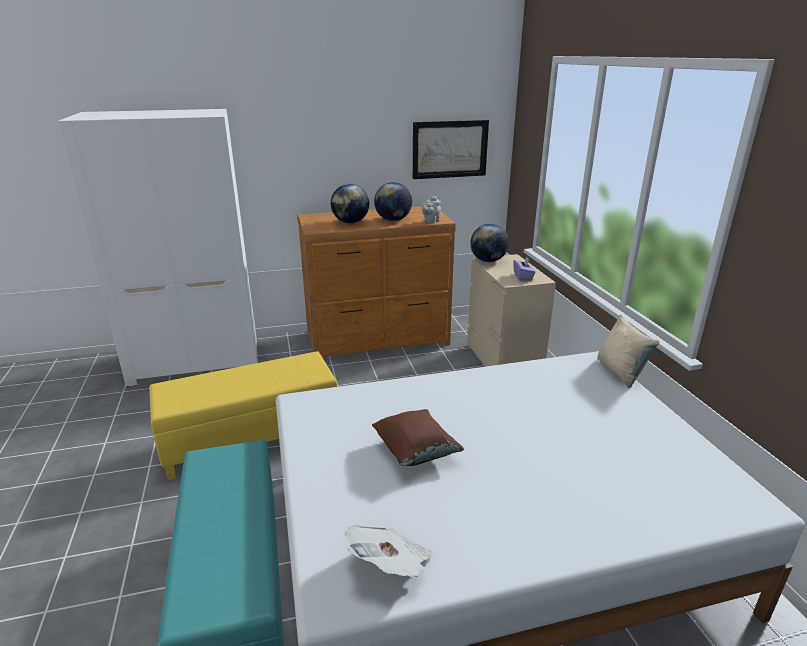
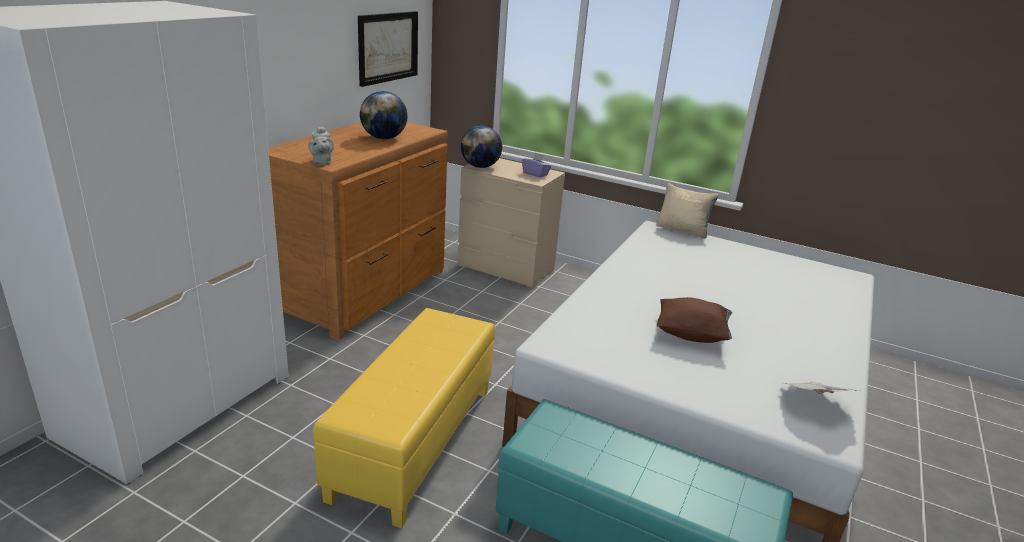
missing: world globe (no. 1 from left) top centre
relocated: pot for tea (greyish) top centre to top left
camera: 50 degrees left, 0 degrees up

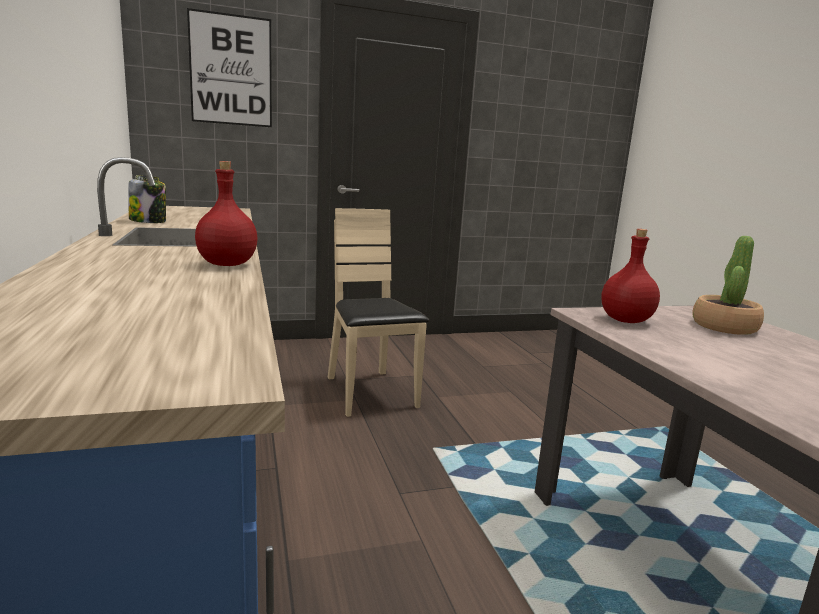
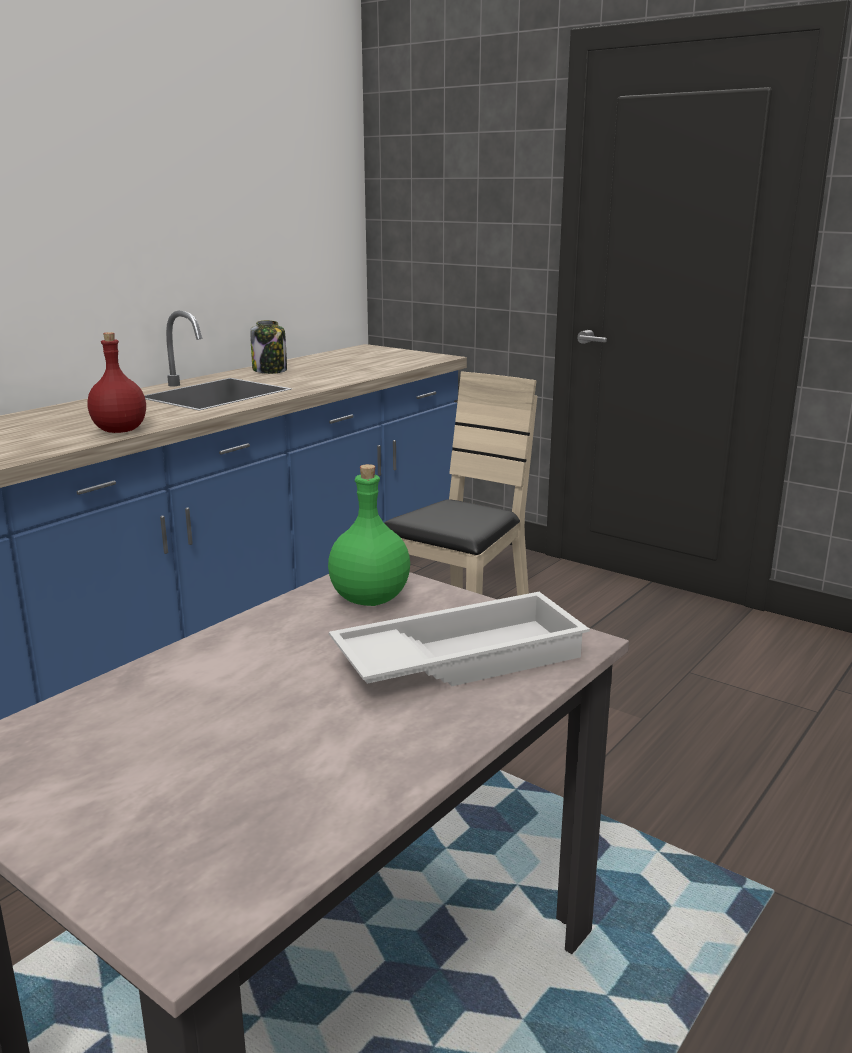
missing: wall picture top left
exchanged: plant in a pot middle right to tray (white) centre
colour: beverage bottle (reddish) (no. 2 from left) middle right to beverage bottle (green) centre
camera: 55 degrees right, 5 degrees up

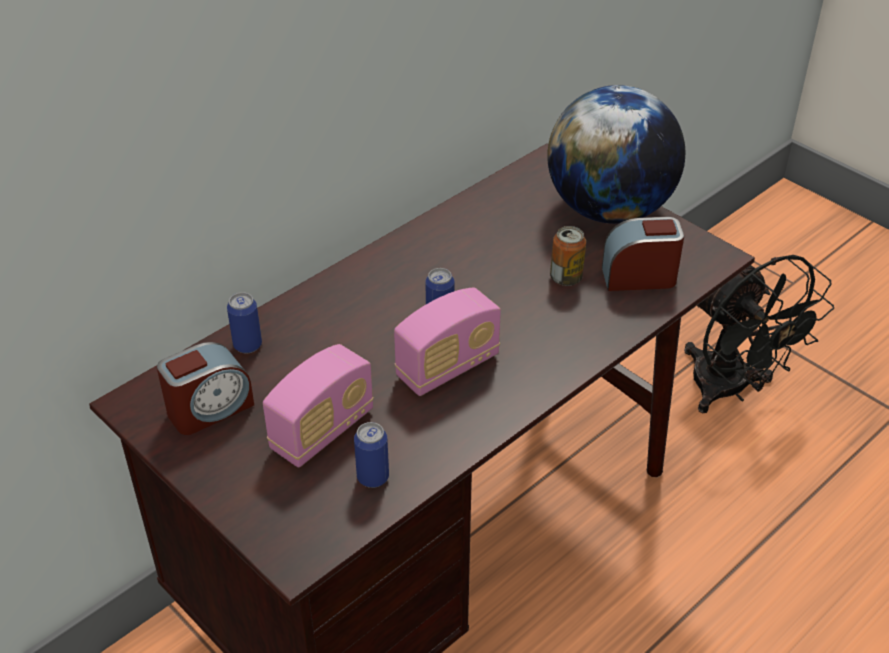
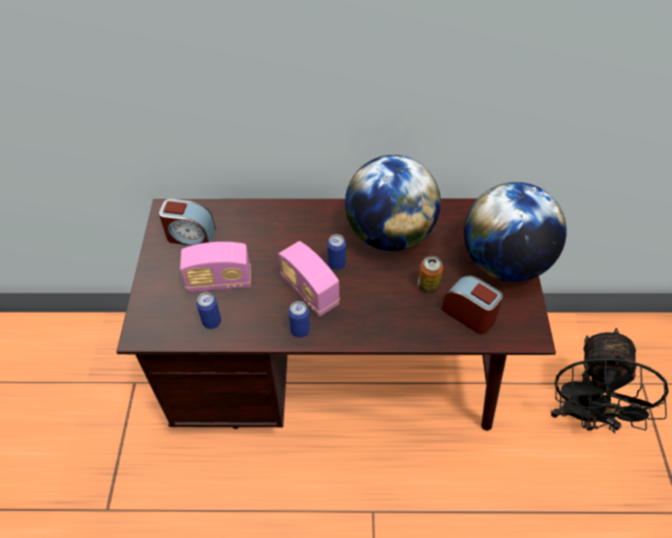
appeared: world globe (no. 1 from left) centre
relocated: metal can (no. 1 from left in the first image) middle left to metal can (no. 2 from left) centre
spun: radio (no. 2 from left) centre = centre 45 degrees clockwise
camera: 45 degrees right, 10 degrees up

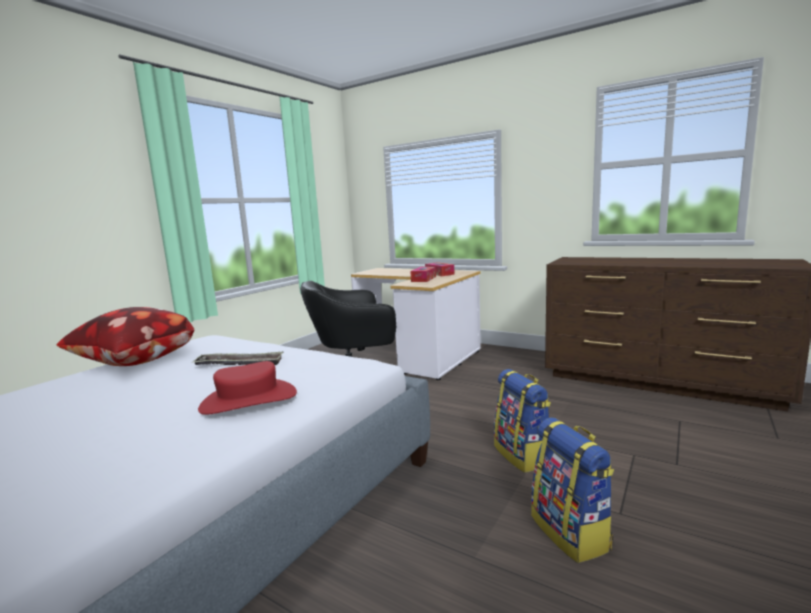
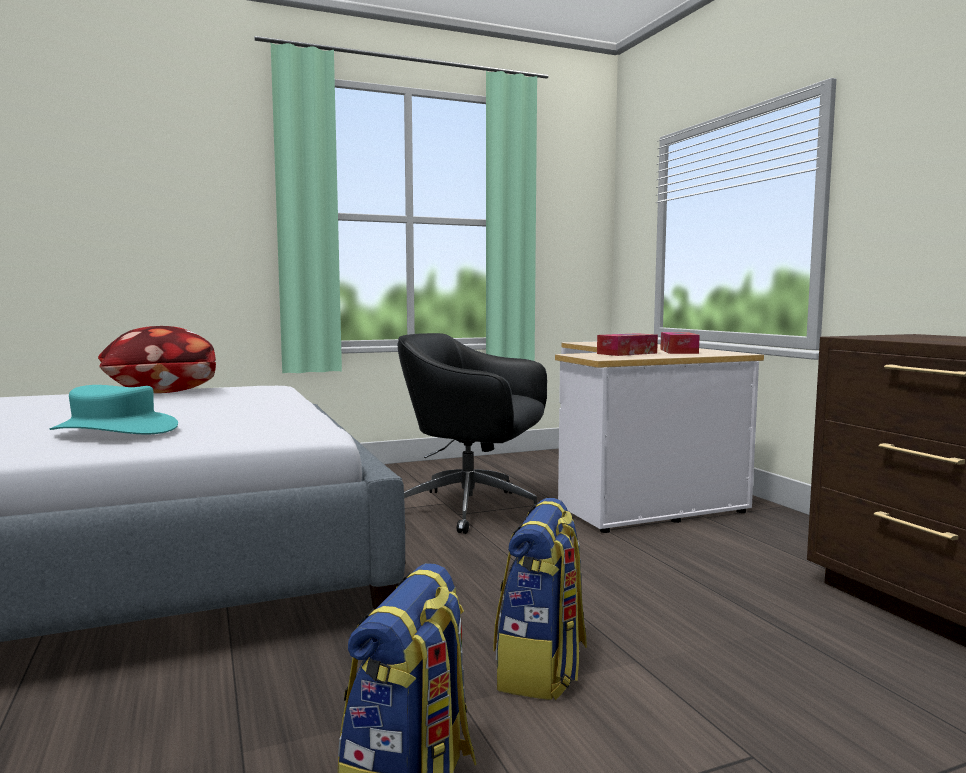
missing: tray middle left
colour: clothing hat (reddish) middle left to clothing hat (turquoise) middle left
camera: 35 degrees right, 5 degrees down

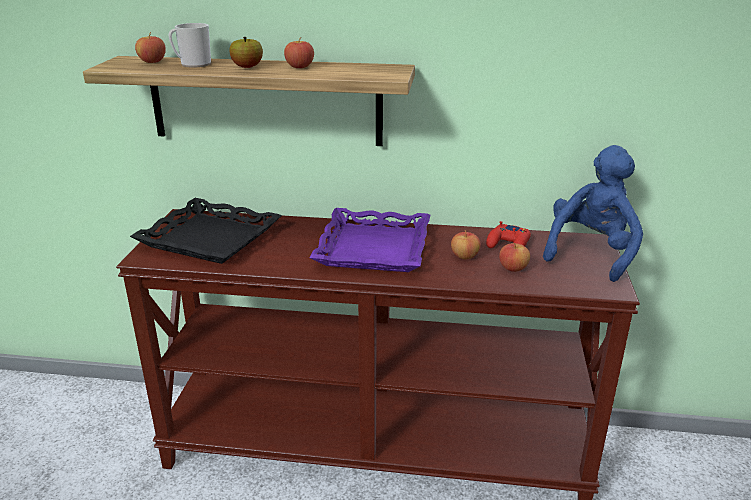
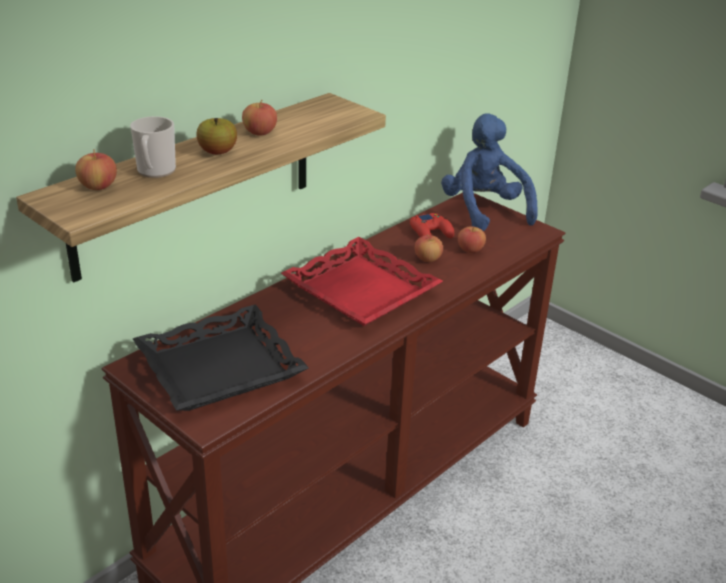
colour: tray (purple-coloured) centre to tray (reddish) centre
camera: 55 degrees left, 5 degrees up

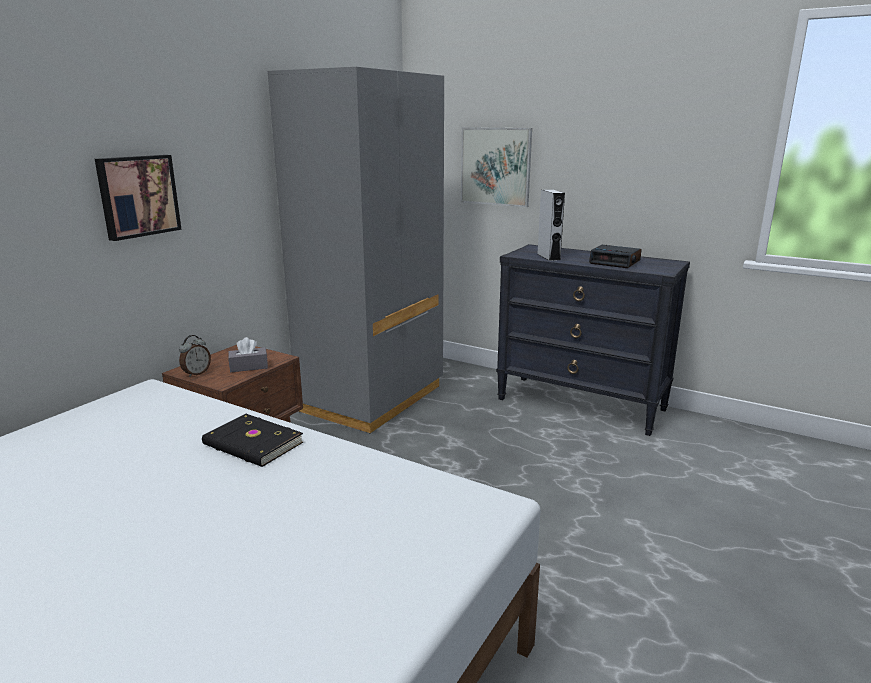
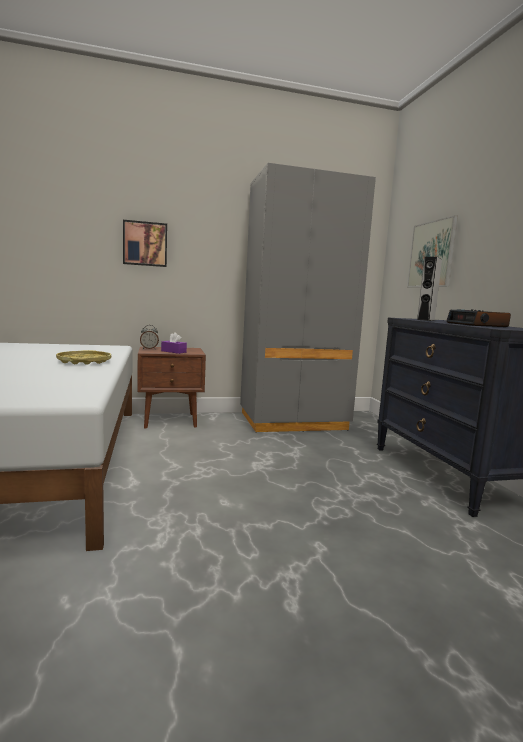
exchanged: bound book (blackish) middle left to tray (yellowish) middle left
colour: tissue holder (greyish) middle left to tissue holder (purple-coloured) middle left
camera: 45 degrees right, 10 degrees down

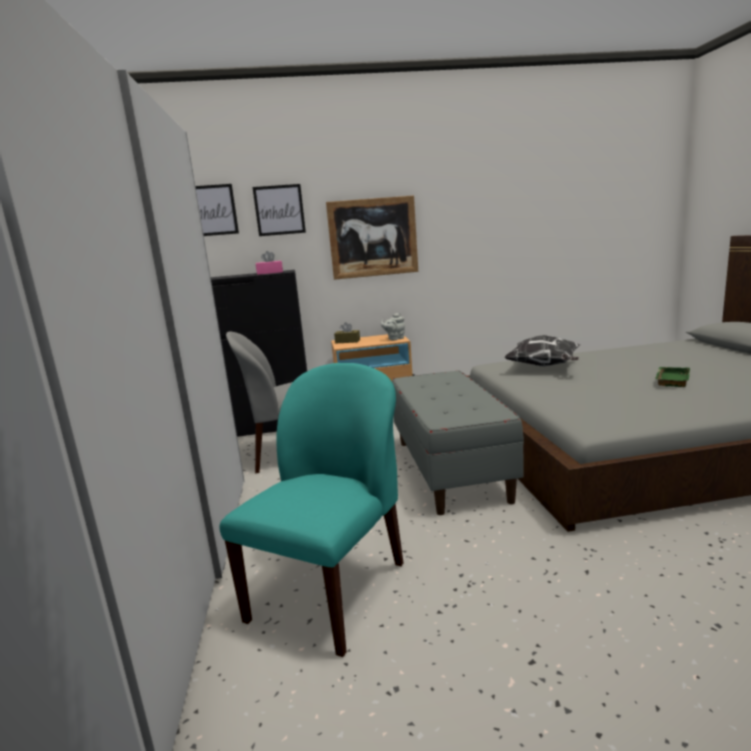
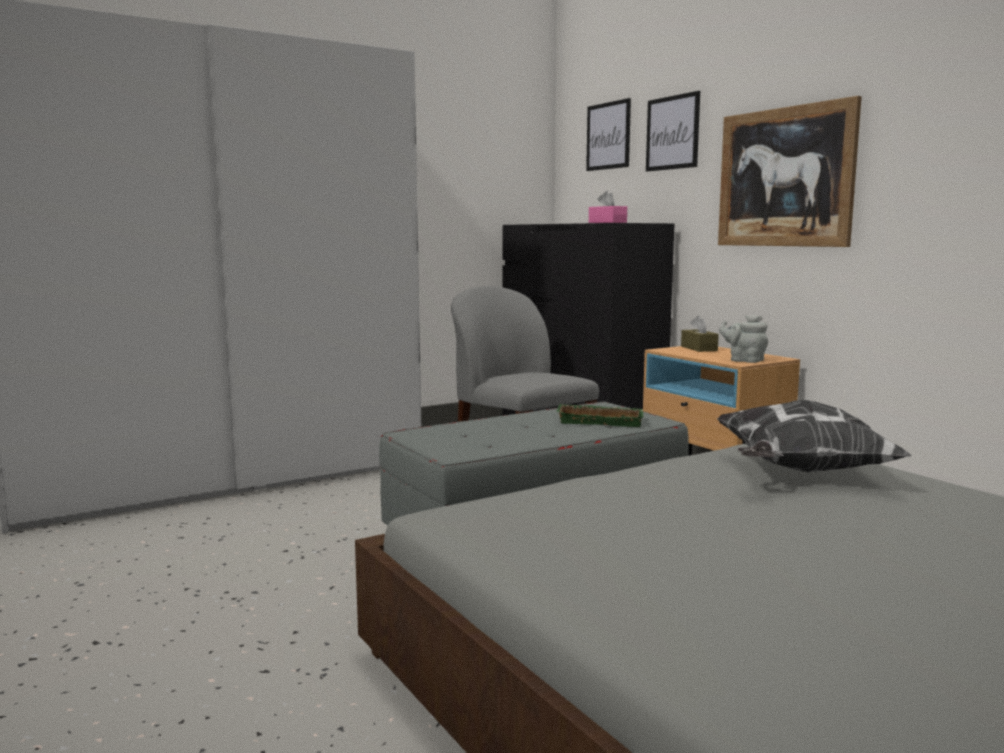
missing: plain chair (turquoise) bottom centre
relocated: tray (green) middle right to centre
camera: 65 degrees right, 5 degrees down

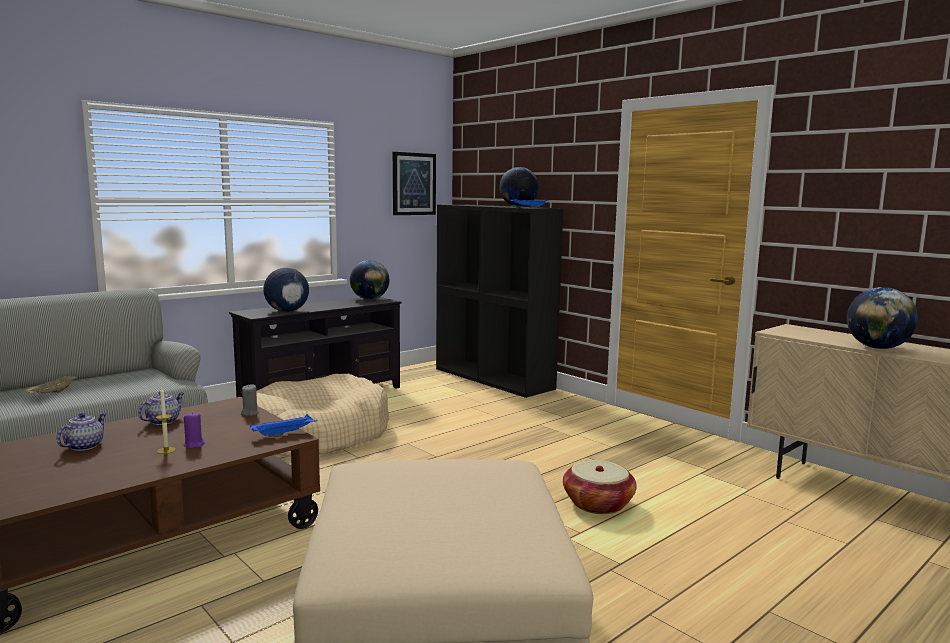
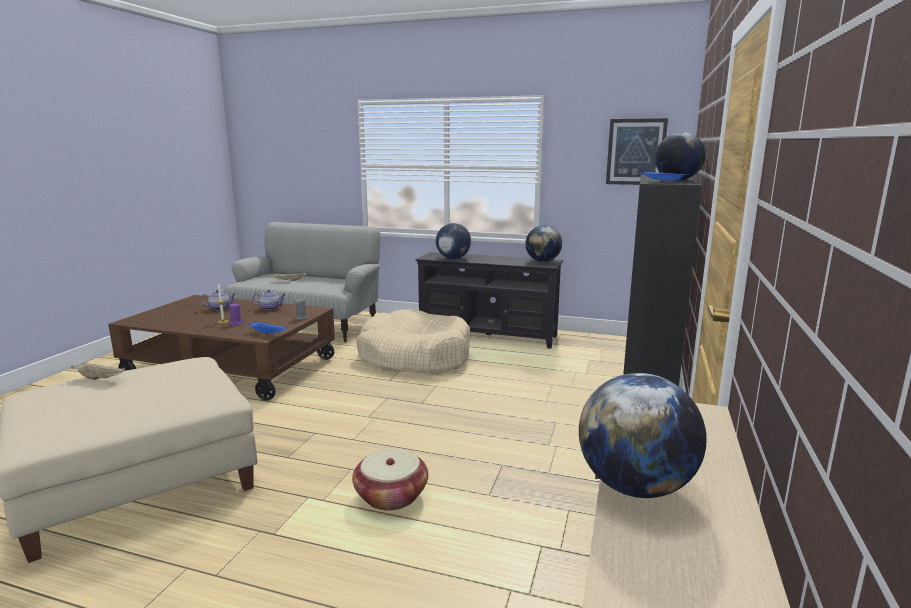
appeared: tray (beige-coloured) (no. 1 from left) middle left
camera: 60 degrees right, 5 degrees up

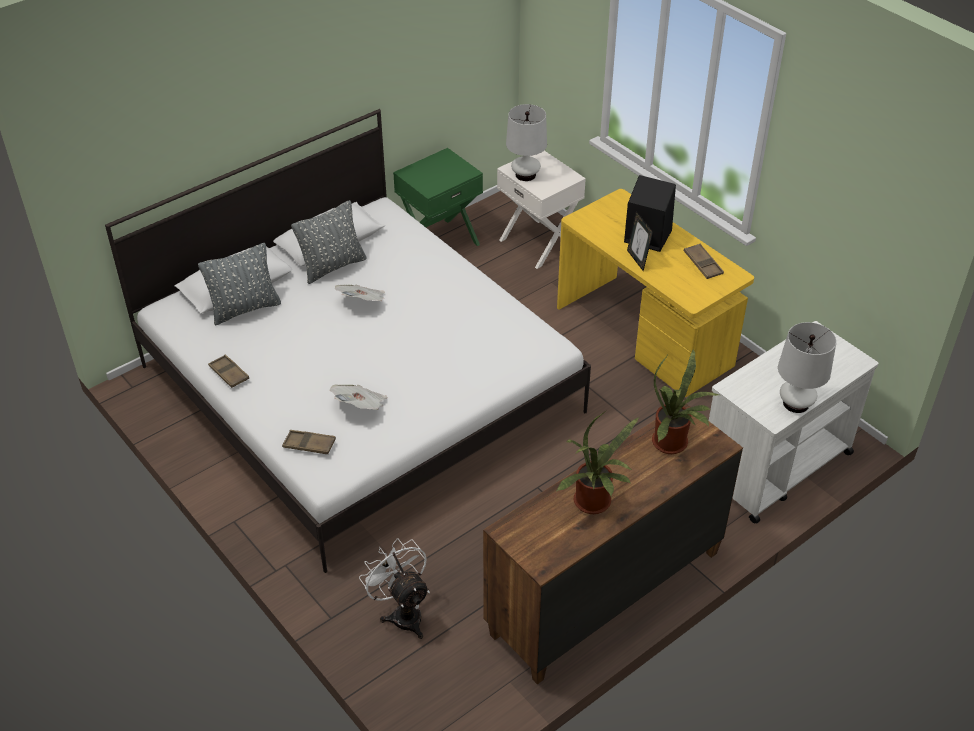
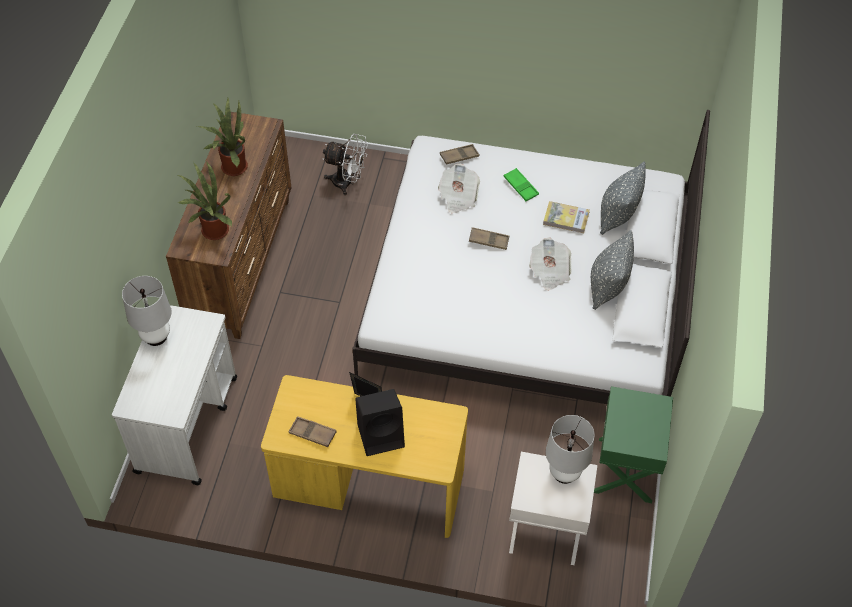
appeared: tray (green) top centre; bound book centre
relocated: tray (brownish) (no. 1 from left in the first image) middle left to tray (brownish) (no. 3 from left) centre
camera: 140 degrees right, 10 degrees up

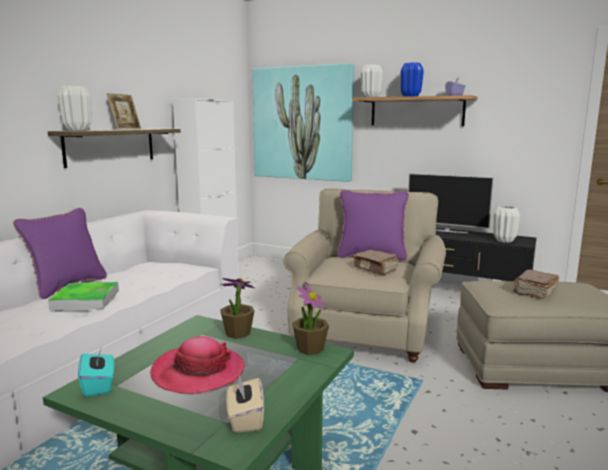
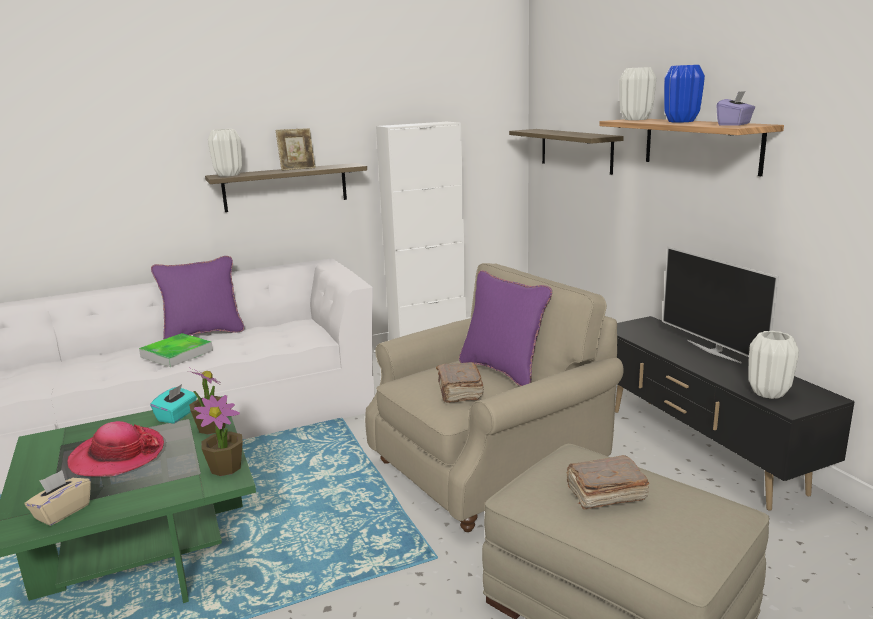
relocated: tissue holder (turquoise) bottom left to middle left
exchanged: wall picture top centre to wall shelf (no. 2 from left) top centre
camera: 40 degrees right, 5 degrees up

